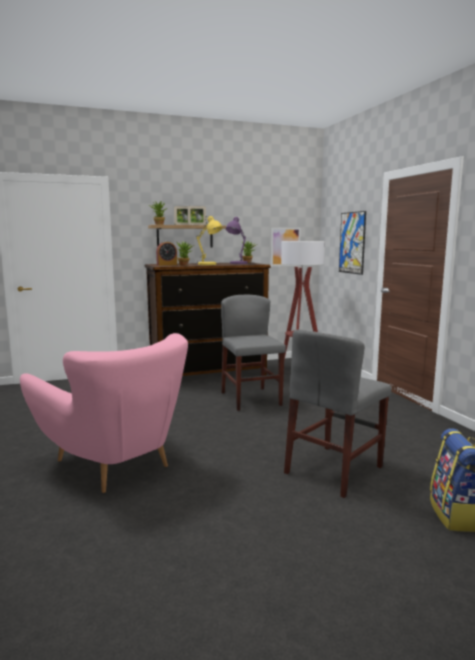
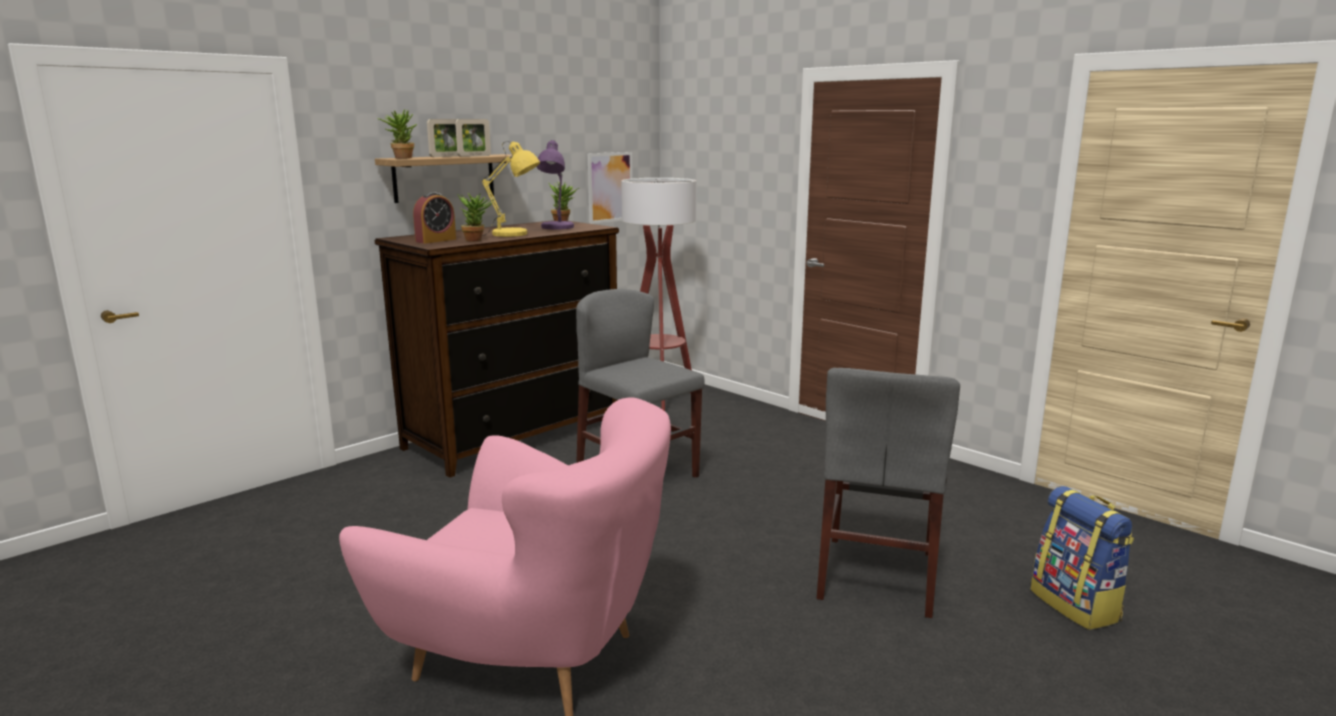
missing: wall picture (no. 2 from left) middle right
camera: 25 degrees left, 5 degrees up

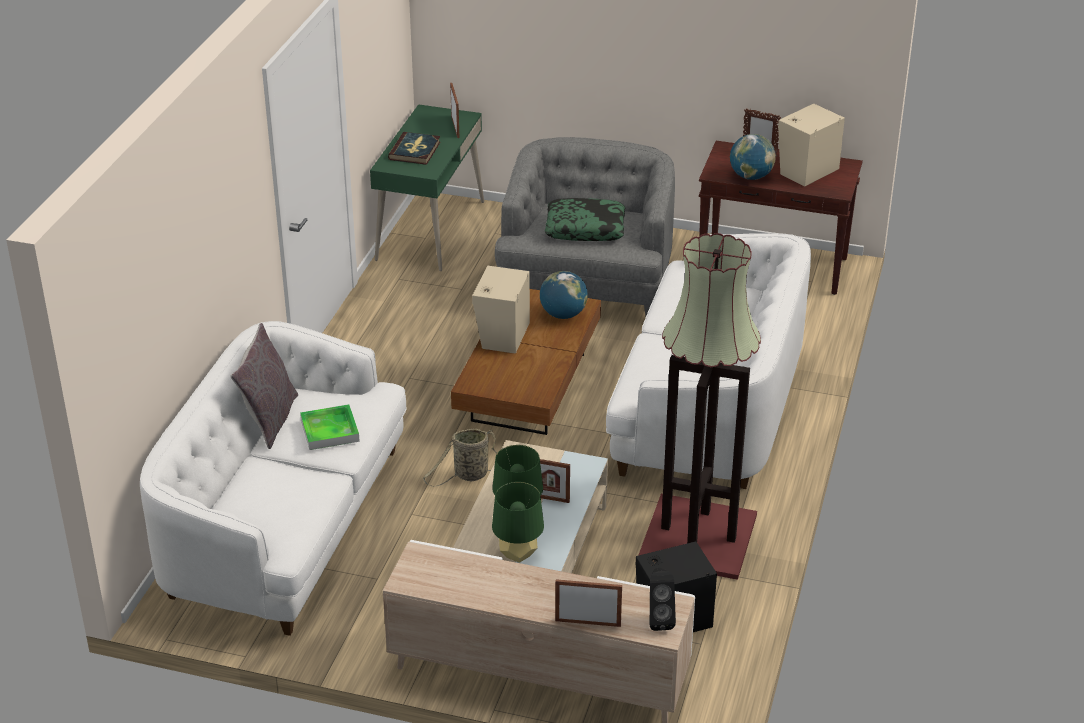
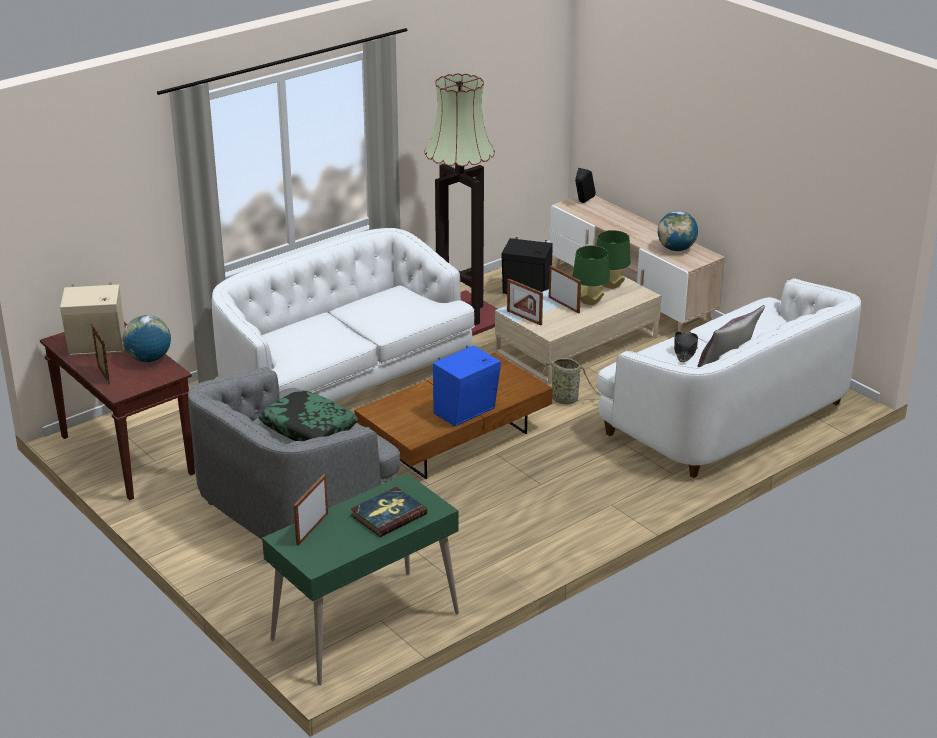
relocated: world globe (no. 1 from left in the first image) centre to world globe (no. 2 from left) top right; standing frame (no. 3 from left) bottom centre to centre
exchanged: tray middle left to clothing hat (blackish) middle right
colour: audio speaker (beige-coloured) (no. 1 from left) centre to audio speaker (blue-coloured) centre
camera: 145 degrees left, 5 degrees down

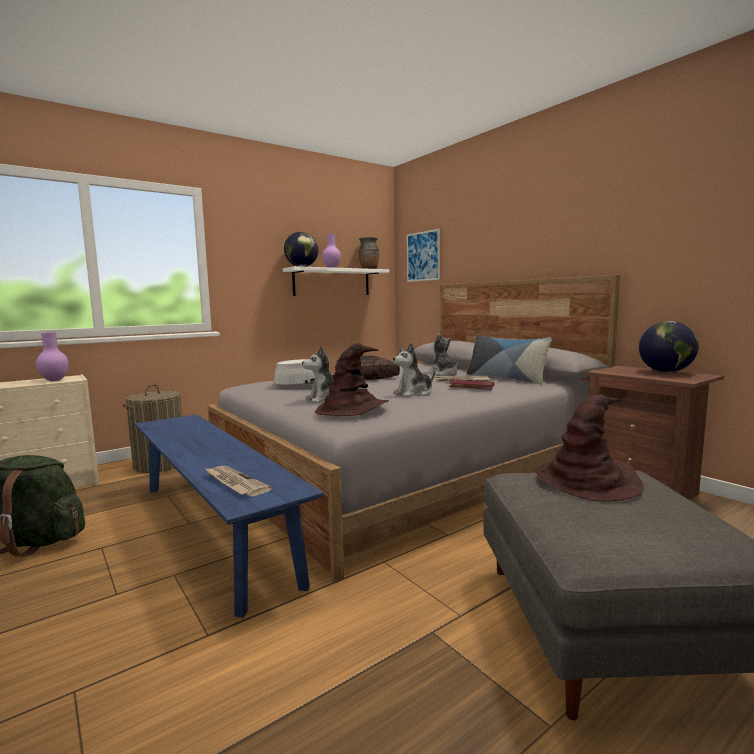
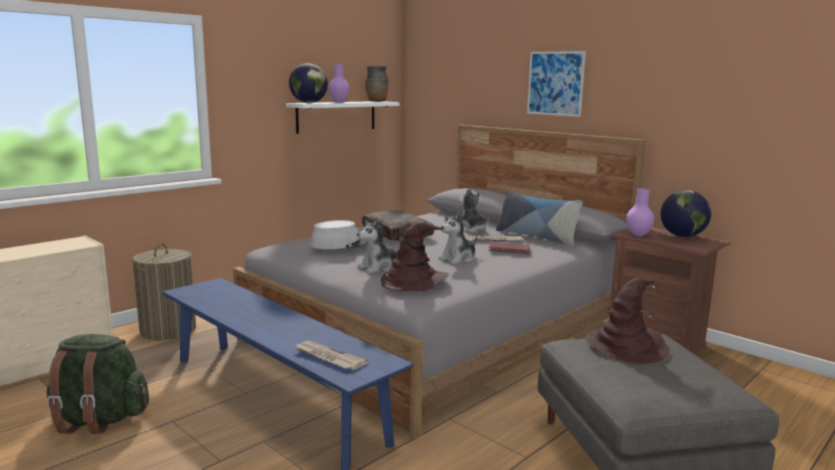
relocated: flower vase (purple-coloured) (no. 1 from left in the first image) middle left to flower vase (purple-coloured) (no. 2 from left) middle right; wall picture centre to top centre
camera: 10 degrees left, 5 degrees up

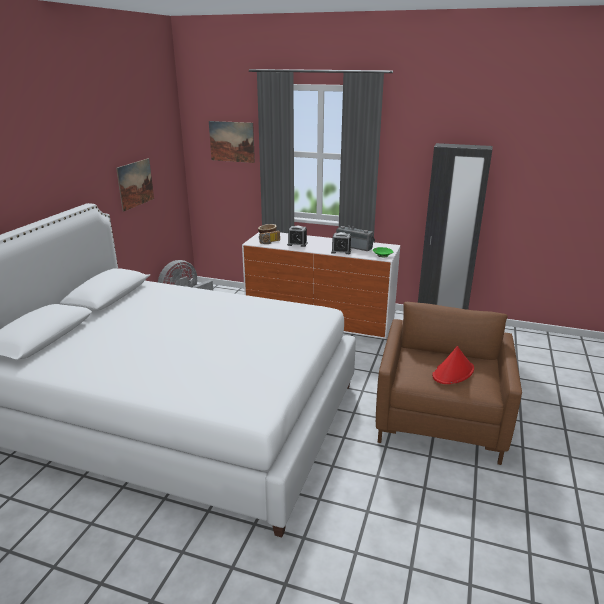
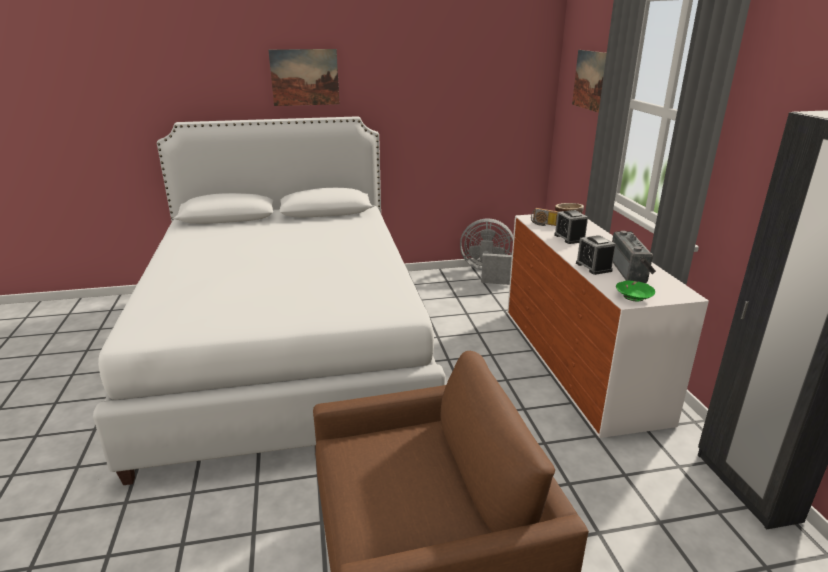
missing: clothing hat (reddish) middle right
relocated: wall picture (no. 1 from left) top left to top centre
camera: 60 degrees right, 0 degrees up

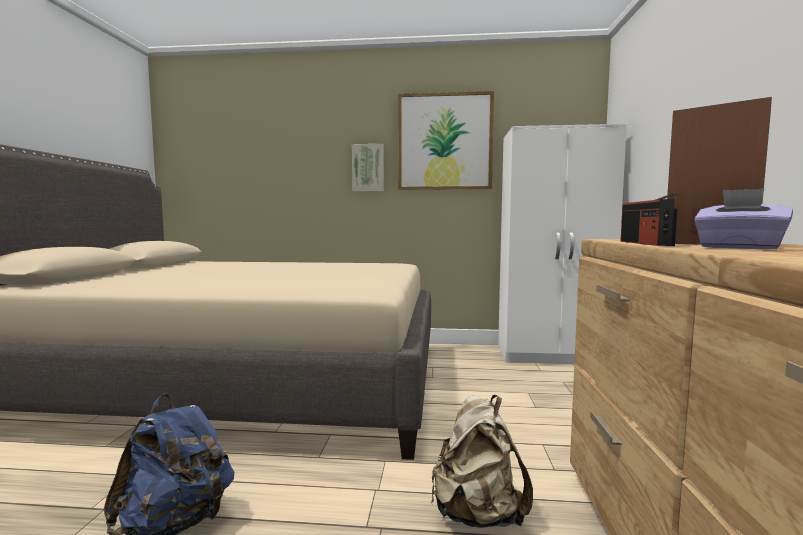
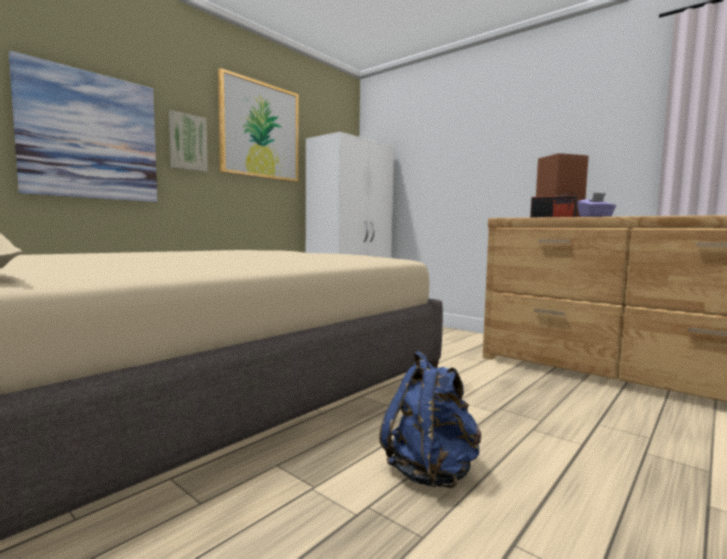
missing: backpack (beige-coloured) bottom centre
appeared: wall picture (no. 1 from left) top left
camera: 55 degrees left, 0 degrees up

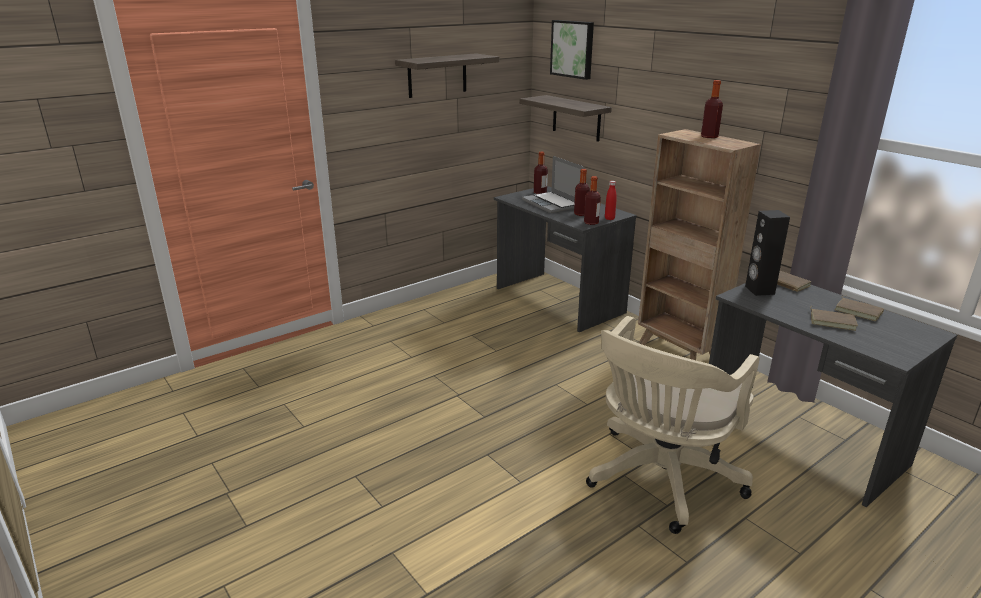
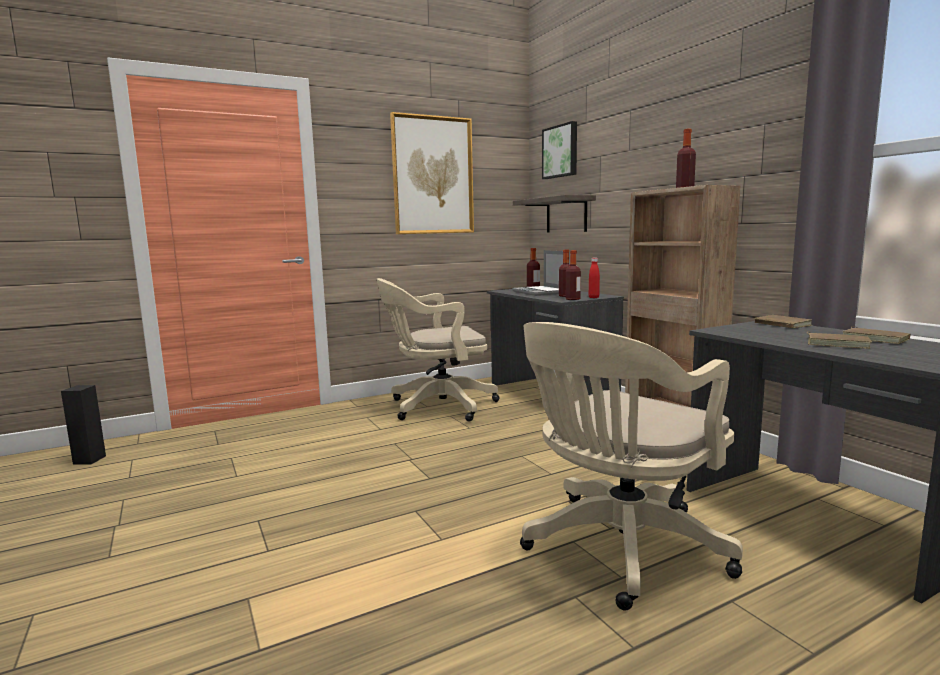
appeared: desk chair (beige-coloured) (no. 1 from left) centre
relocated: audio speaker (blackish) middle right to middle left
exchanged: wall shelf (no. 1 from left) top centre to wall picture (no. 1 from left) top centre
camera: 10 degrees right, 15 degrees down

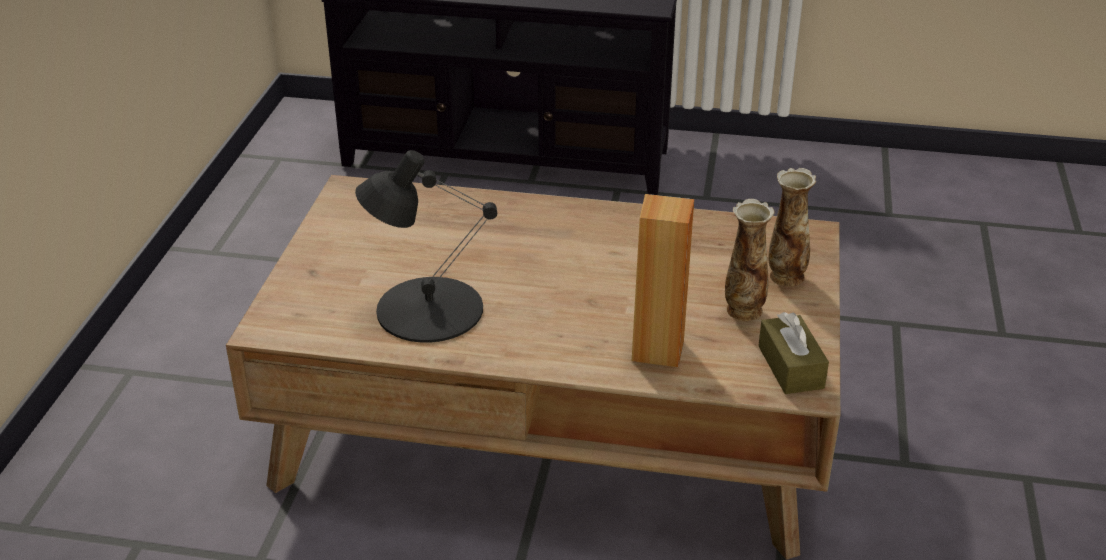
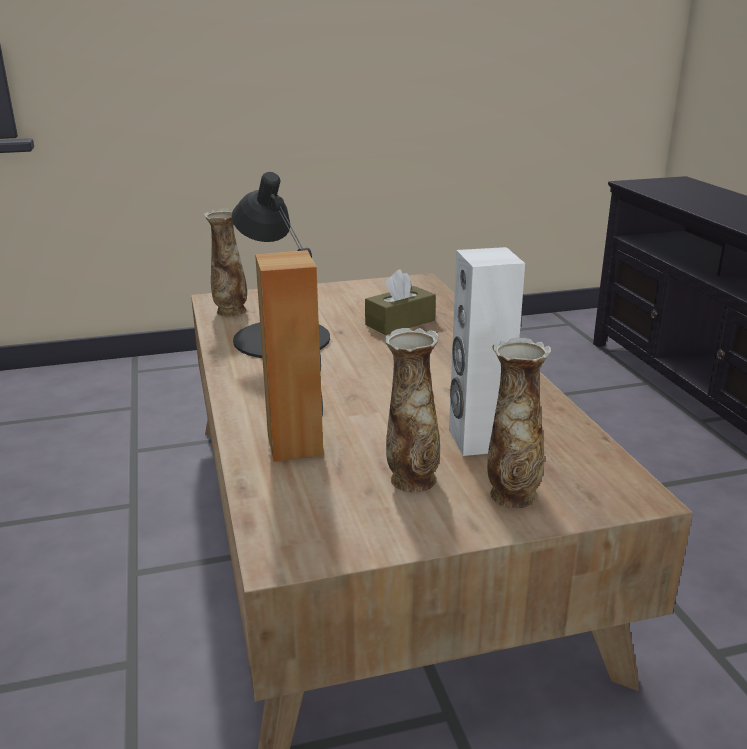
appeared: flower vase (no. 1 from left) middle left; audio speaker (white) centre
relocated: tissue holder (brownish) middle right to centre
camera: 65 degrees right, 10 degrees down

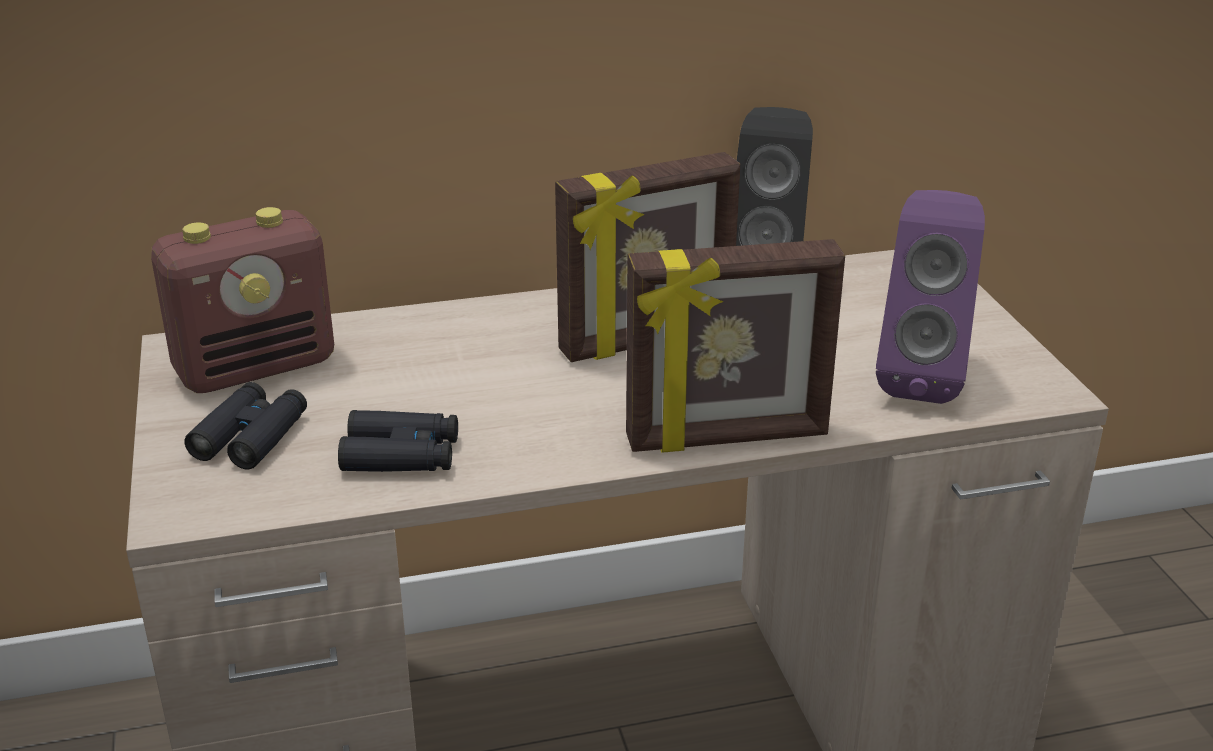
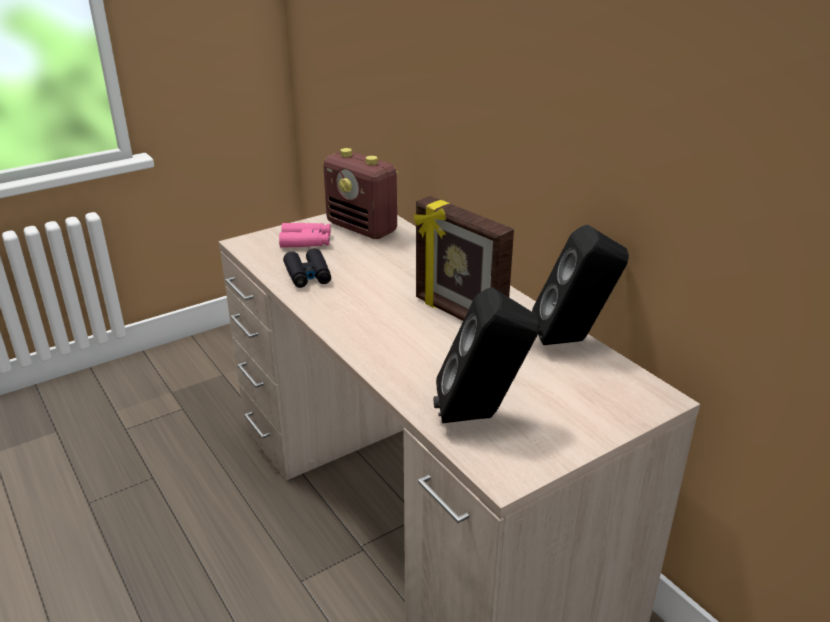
missing: standing frame (no. 2 from left) centre
colour: field glasses (blackish) (no. 1 from left) middle left to field glasses (pinkish) centre; audio speaker (purple-coloured) middle right to audio speaker (blackish) (no. 1 from left) centre
camera: 70 degrees right, 0 degrees up

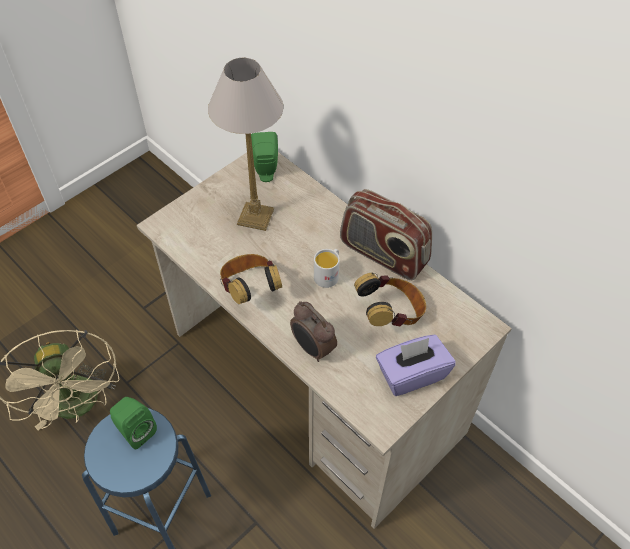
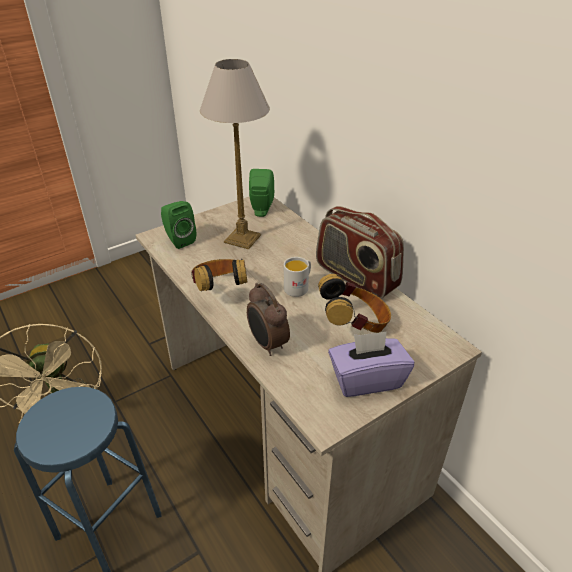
relocated: audio speaker (green) (no. 1 from left) bottom left to middle left
camera: 10 degrees right, 15 degrees down

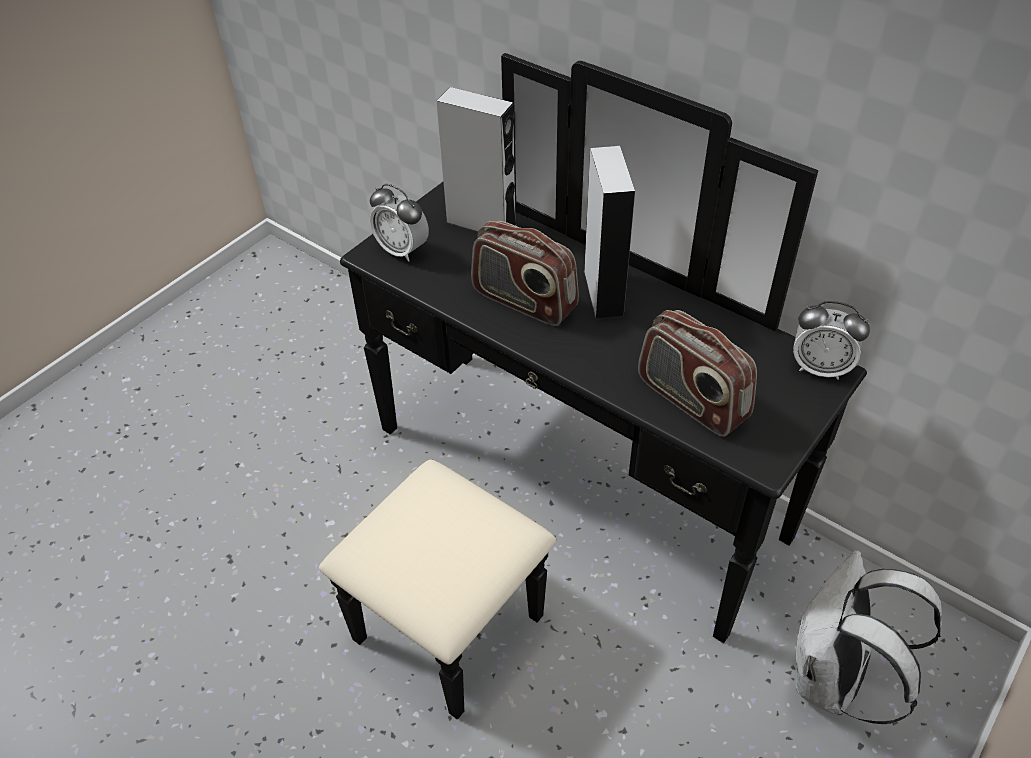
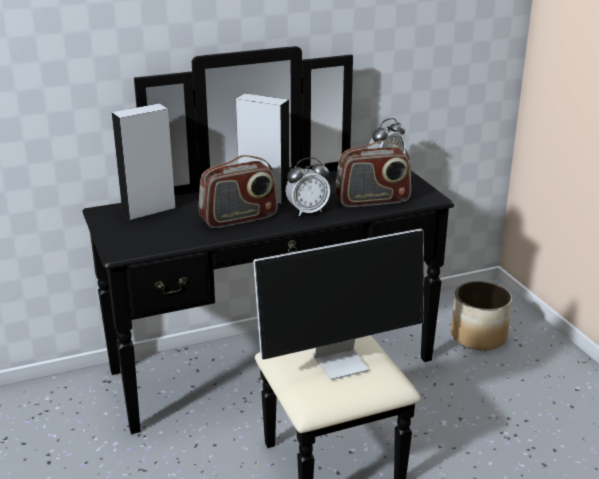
appeared: computer display centre
relocated: bedside clock (no. 1 from left) top centre to centre
exchanged: backpack (white) bottom right to flower pot middle right
camera: 60 degrees left, 20 degrees down

